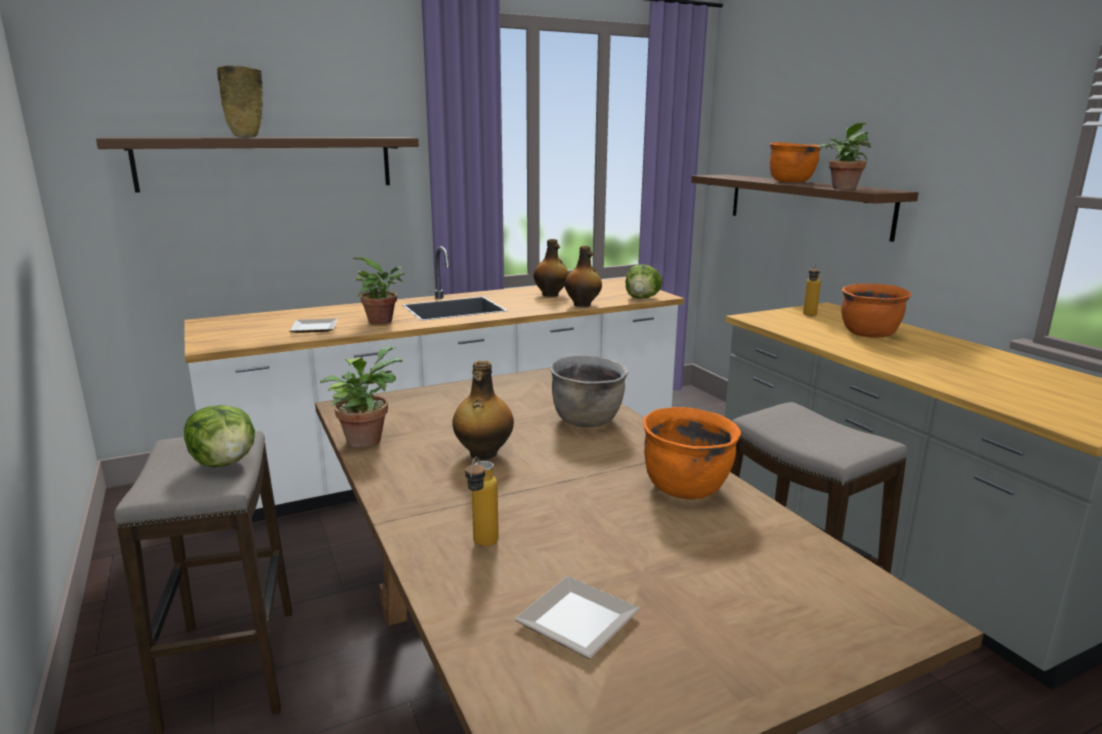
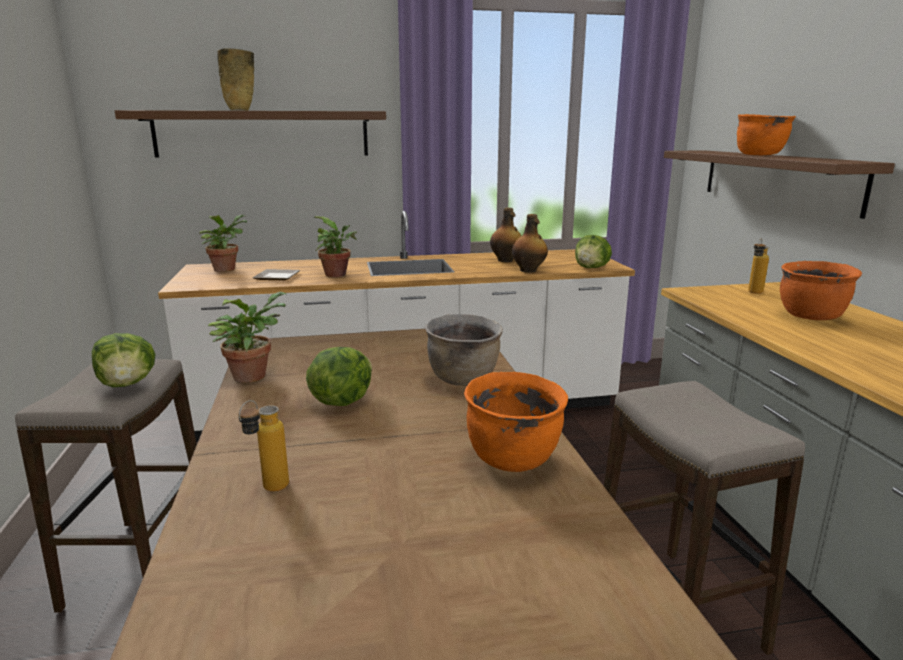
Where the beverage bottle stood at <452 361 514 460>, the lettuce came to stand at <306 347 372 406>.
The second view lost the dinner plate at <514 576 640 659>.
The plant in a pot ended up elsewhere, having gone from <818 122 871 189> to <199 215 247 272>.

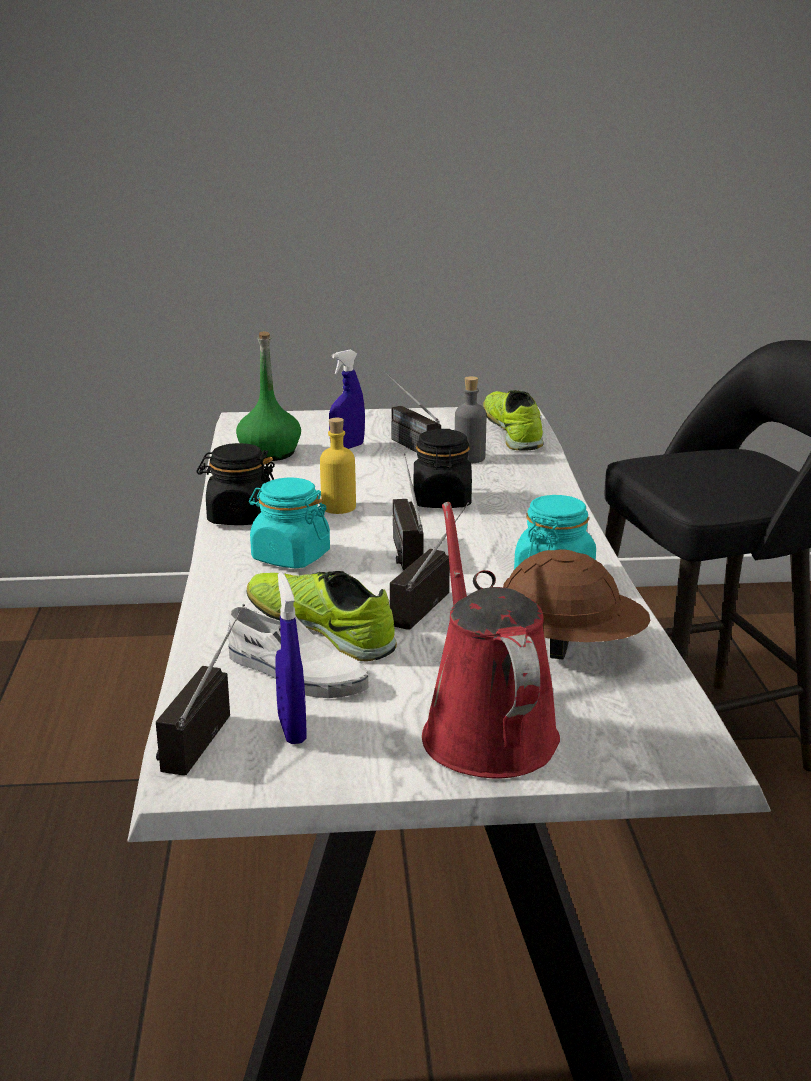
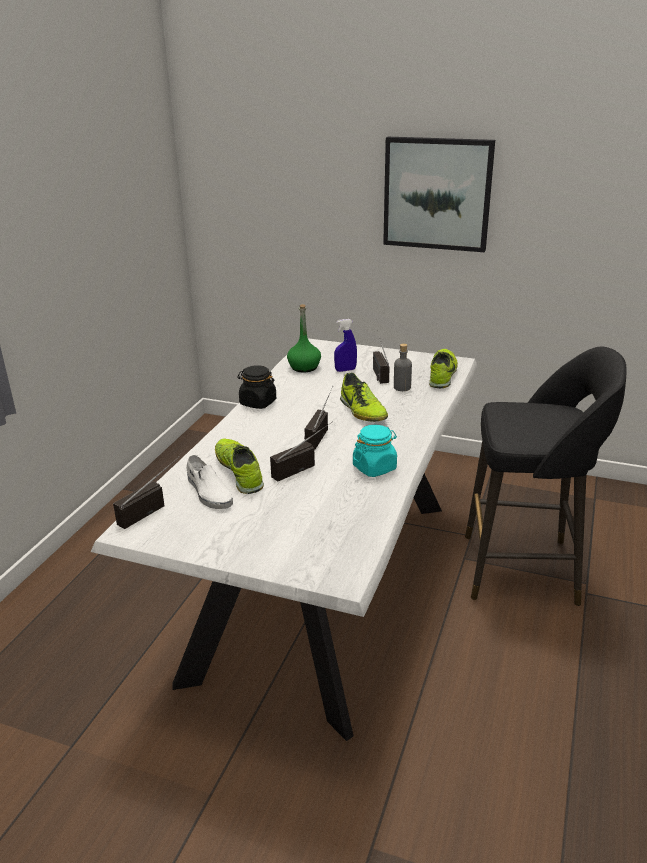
The second view lost the jar in turquoise at <249 477 330 568>.
The second view lost the sprayer in blue-coloured at <275 572 307 744>.
The second view lost the beverage bottle in yellow-coloured at <320 418 356 514>.
Where the jar in blackish stood at <414 429 472 508>, the shoe came to stand at <340 373 388 422>.
The second view lost the sprinkling can in reddish at <422 502 560 779>.
The second view lost the hard hat in brown-coloured at <503 549 650 660>.
The second view gained the wall picture at <383 137 495 252>.

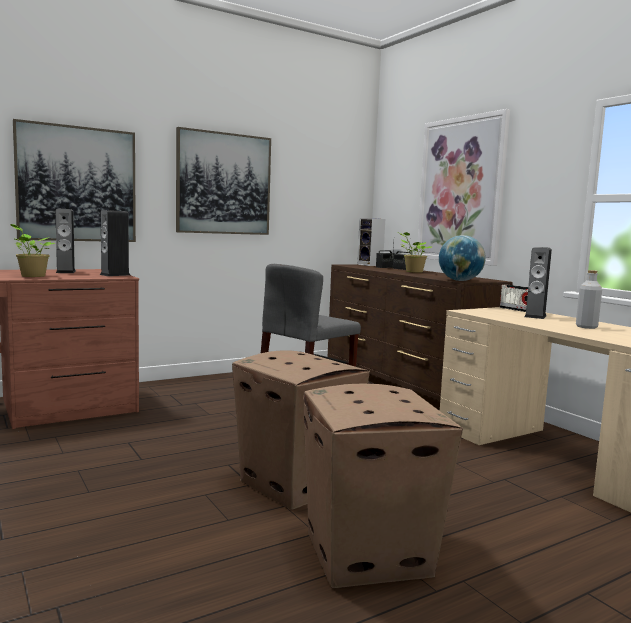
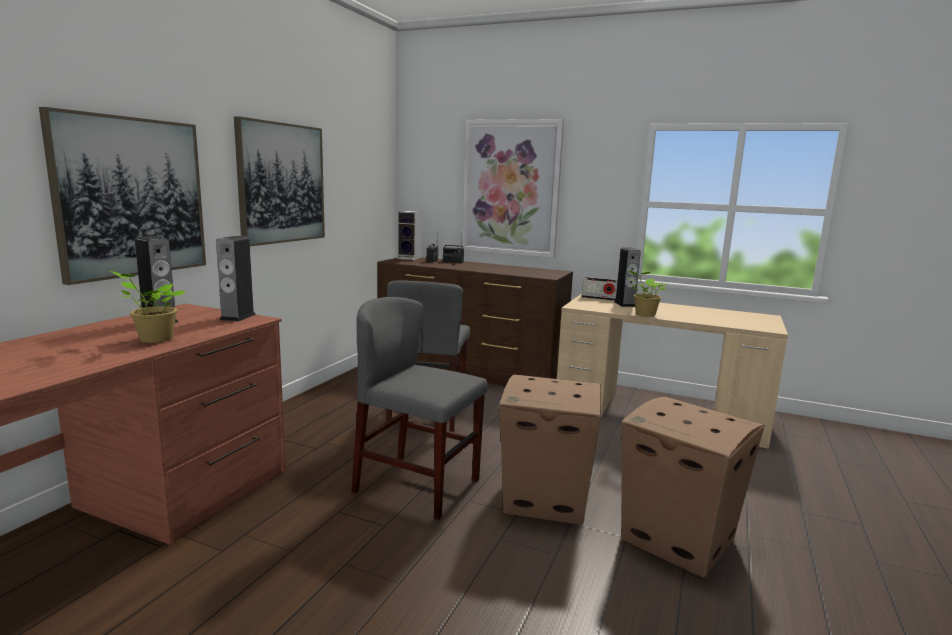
The plant in a pot ended up elsewhere, having gone from <399 232 432 273> to <626 270 667 317>.
The second view lost the globe at <439 235 486 281>.
The second view lost the beverage bottle in greyish at <576 270 602 329>.
The second view gained the upright chair in greyish at <352 297 487 520>.

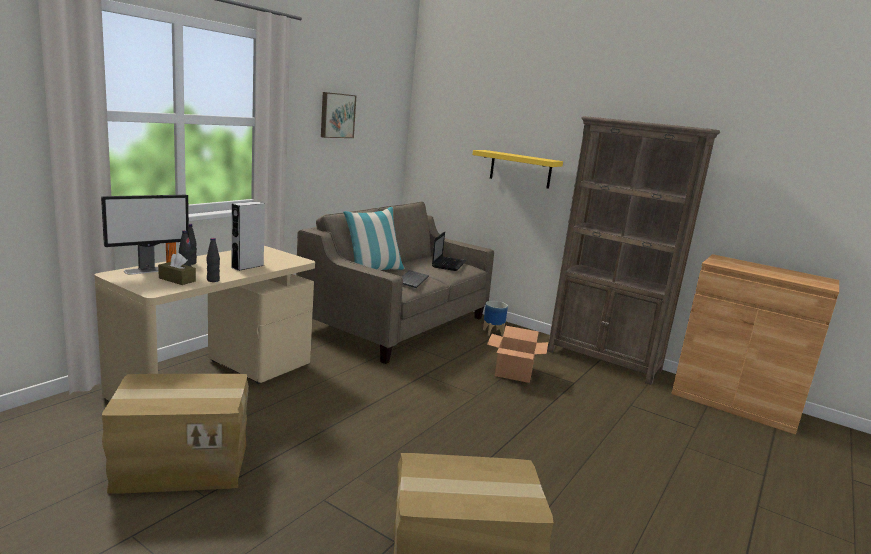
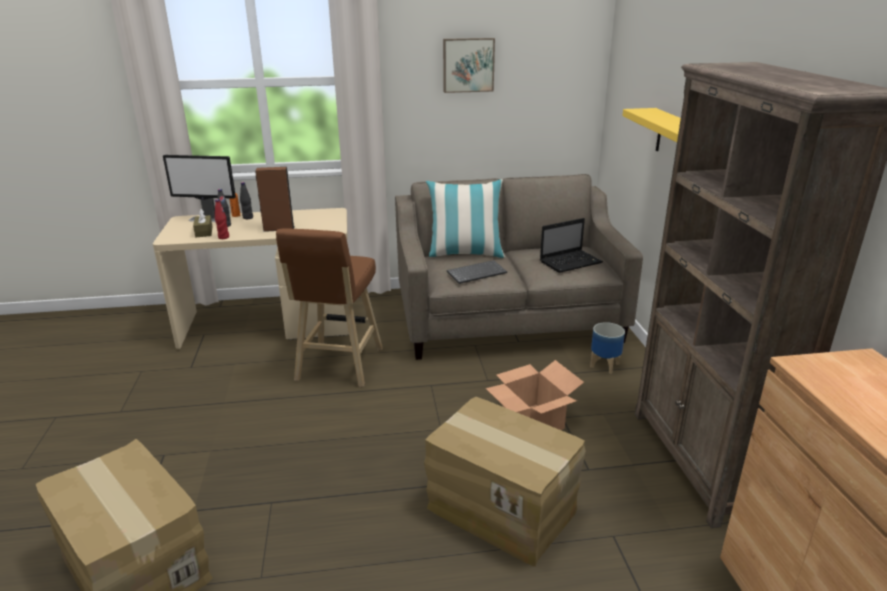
The cardboard box ended up elsewhere, having gone from <102 374 249 494> to <424 397 586 567>.
What was the beverage bottle in blackish at <206 238 220 282> turned into the beverage bottle in reddish at <215 199 229 239>.
What was the loudspeaker in greyish at <232 201 265 271> turned into the loudspeaker in brown-coloured at <255 167 295 232>.
The second view gained the sitting stool in brown-coloured at <276 228 383 387>.

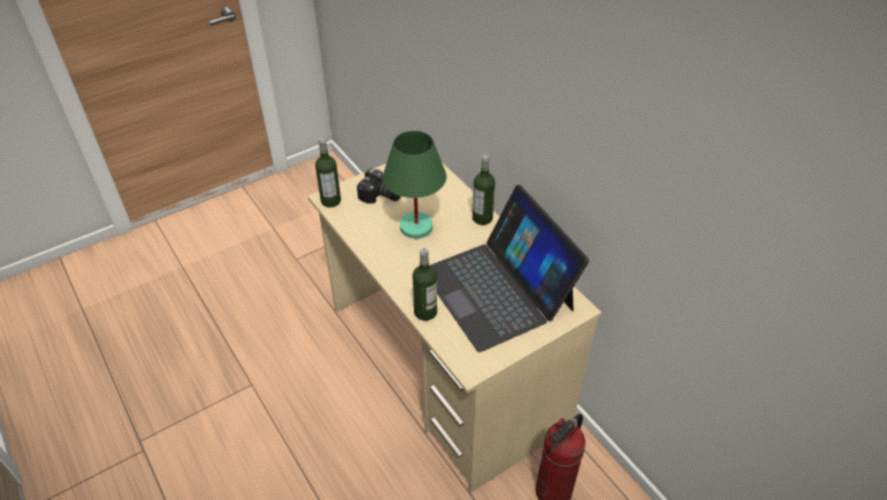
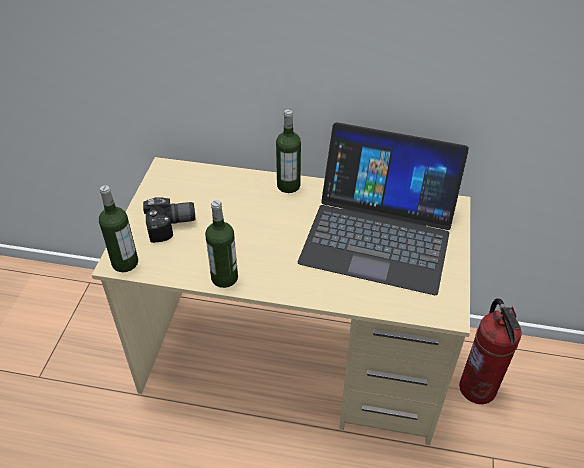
The second view lost the lamp for a table in green-coloured at <383 131 447 239>.
The beverage bottle ended up elsewhere, having gone from <413 248 437 321> to <205 200 238 288>.

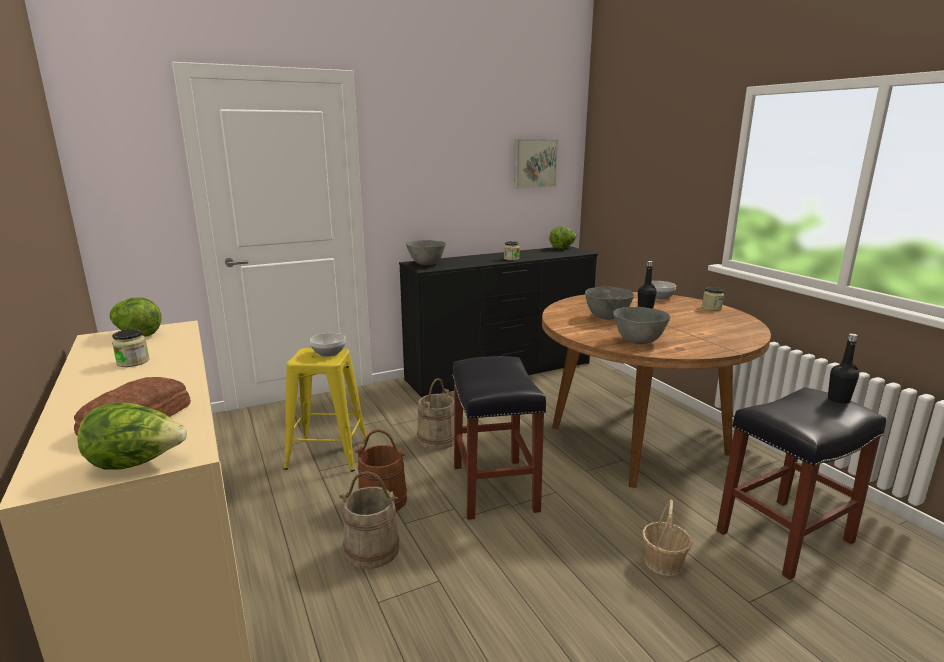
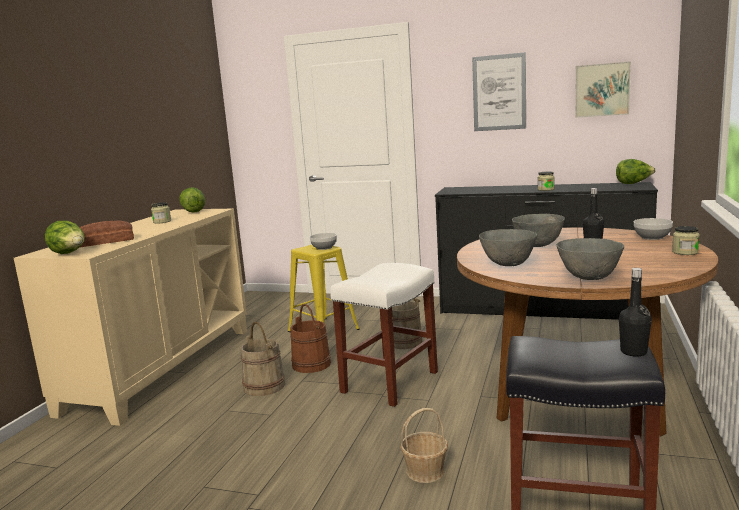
The deep dish in greyish ended up elsewhere, having gone from <406 240 446 265> to <557 238 624 280>.
What was the sitting stool in blackish at <452 356 547 520> turned into the sitting stool in white-coloured at <330 263 438 407>.
The second view gained the wall picture at <472 52 526 131>.

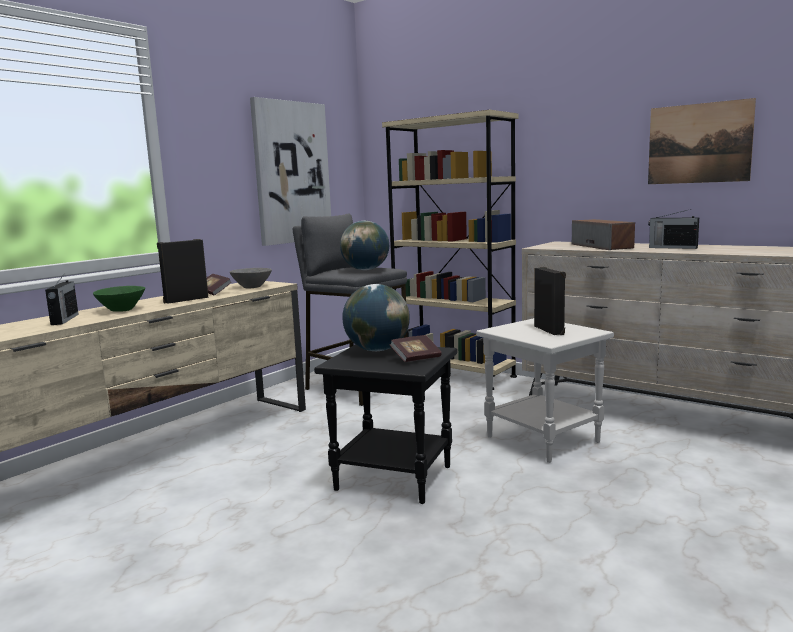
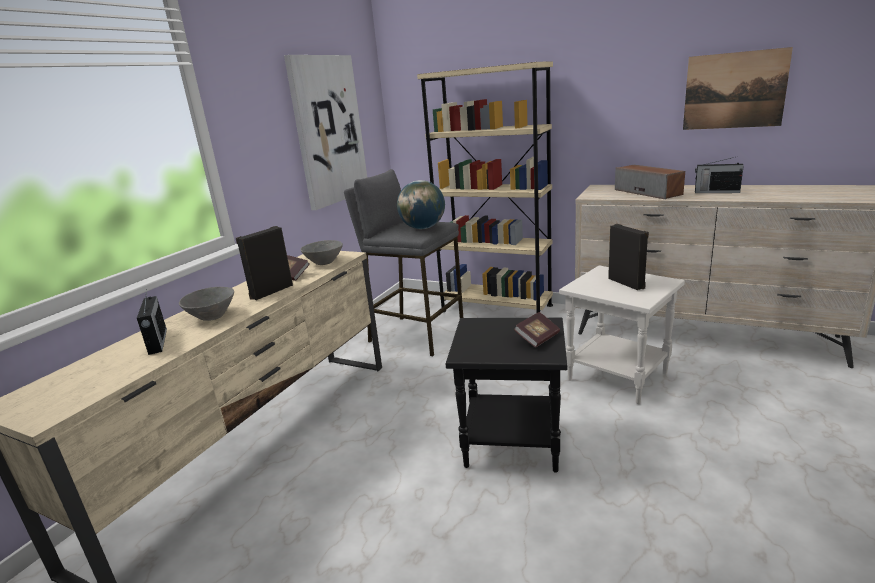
What was the deep dish in green-coloured at <93 286 145 312> turned into the deep dish in greyish at <179 287 234 321>.
The second view lost the globe at <342 284 410 351>.

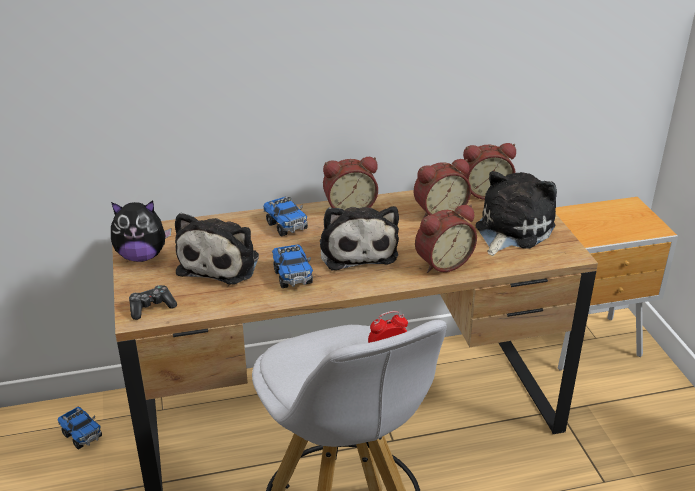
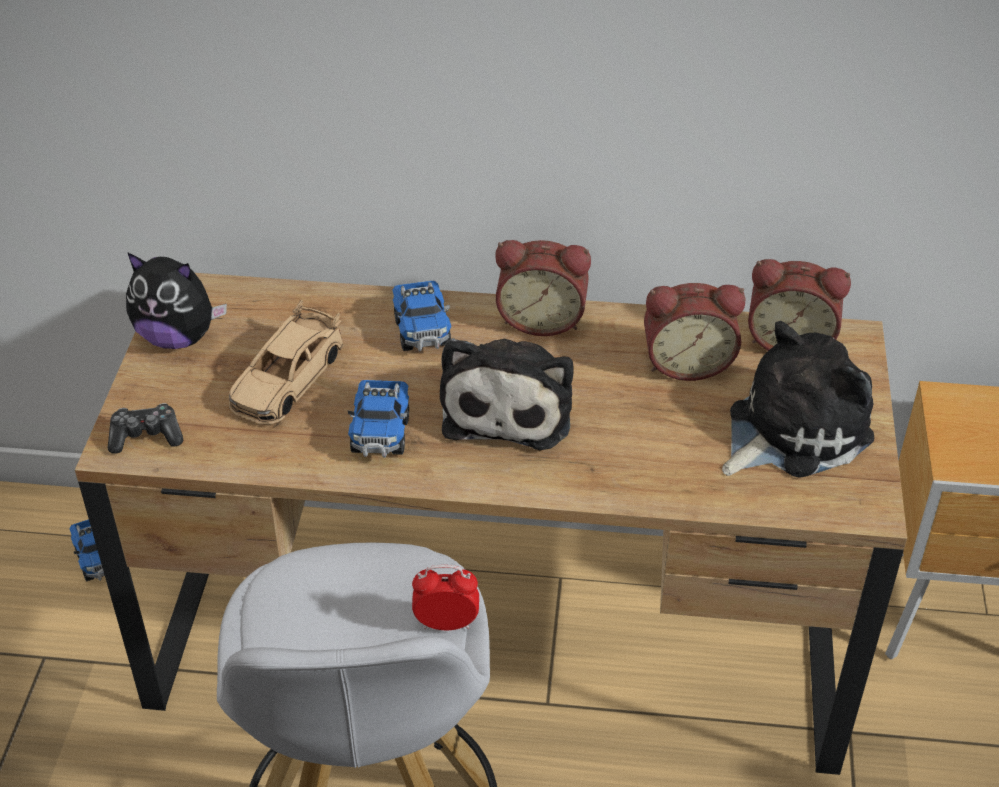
Where the plush toy stood at <175 212 259 285>, the miniature car in sand-coloured came to stand at <228 300 345 424>.
The second view lost the bedside clock at <415 204 477 273>.

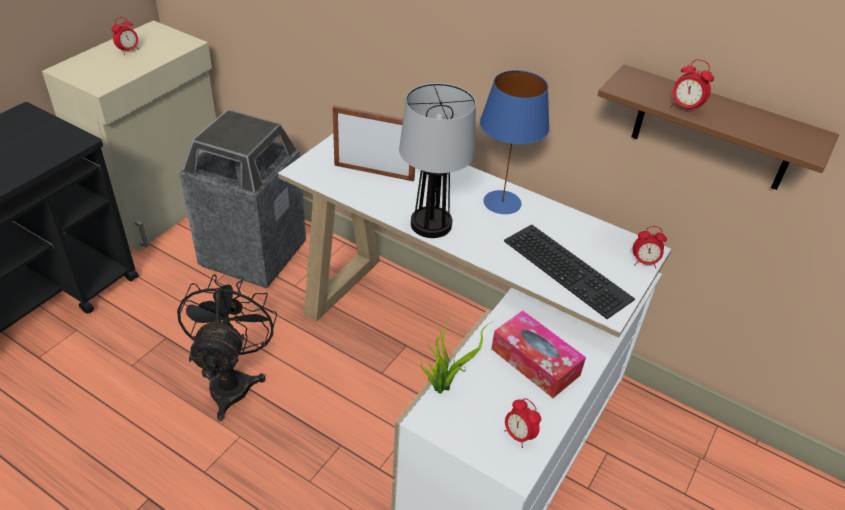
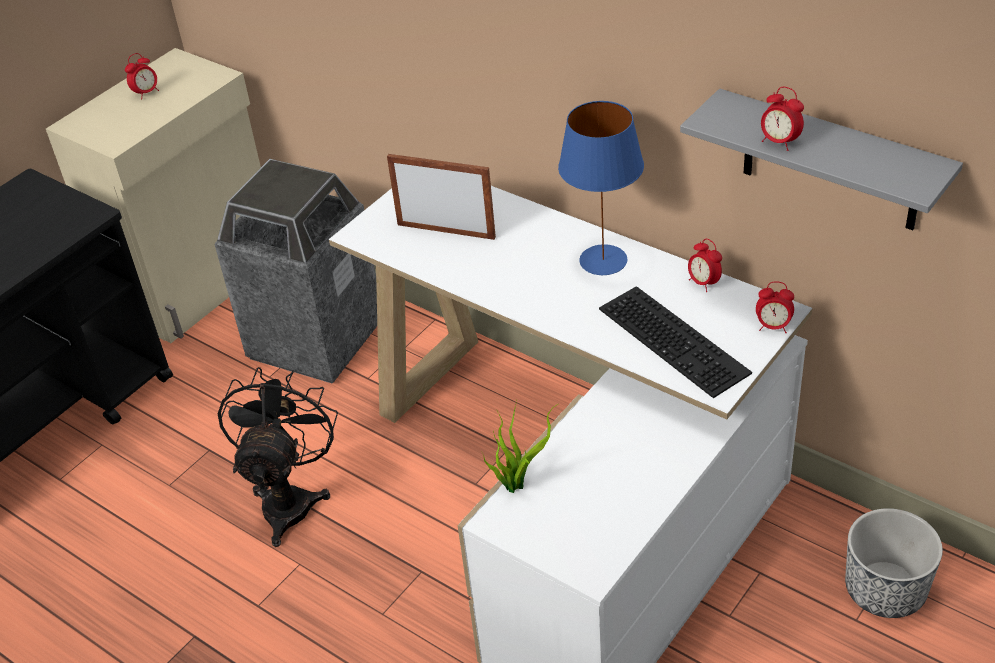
The second view lost the lamp for a table at <399 83 476 238>.
The second view lost the box of tissues at <491 311 586 398>.
The bedside clock ended up elsewhere, having gone from <504 398 541 448> to <688 239 722 292>.
What was the bracket shelf in brown-coloured at <598 65 839 190> turned into the bracket shelf in greyish at <680 89 963 230>.
The second view gained the flower pot at <845 508 943 618>.

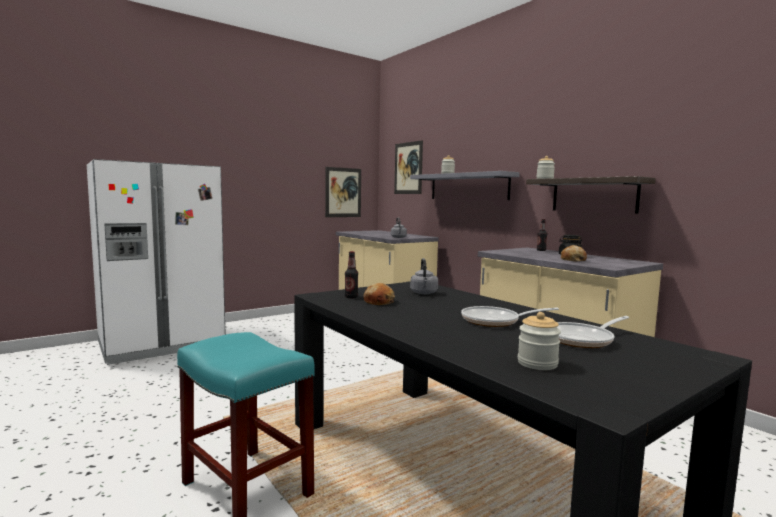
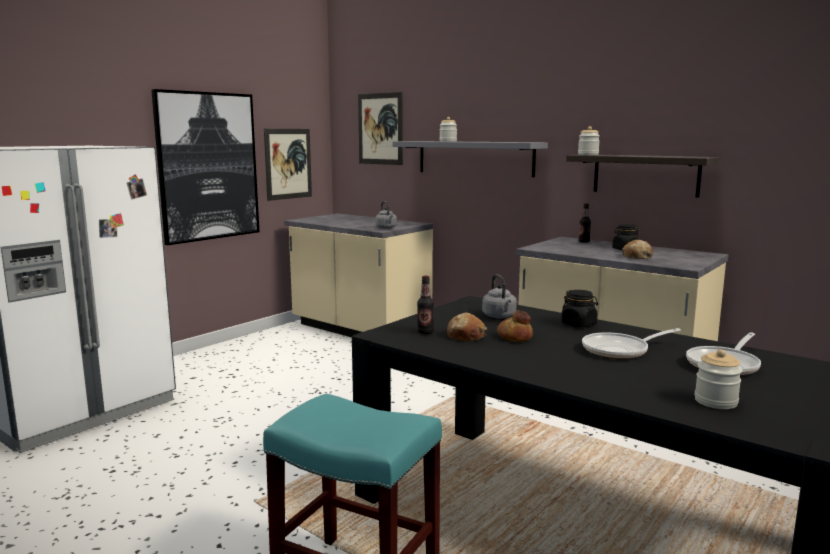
The second view gained the wall picture at <151 89 259 245>.
The second view gained the bread at <497 310 533 342>.
The second view gained the jar in blackish at <561 290 598 327>.

